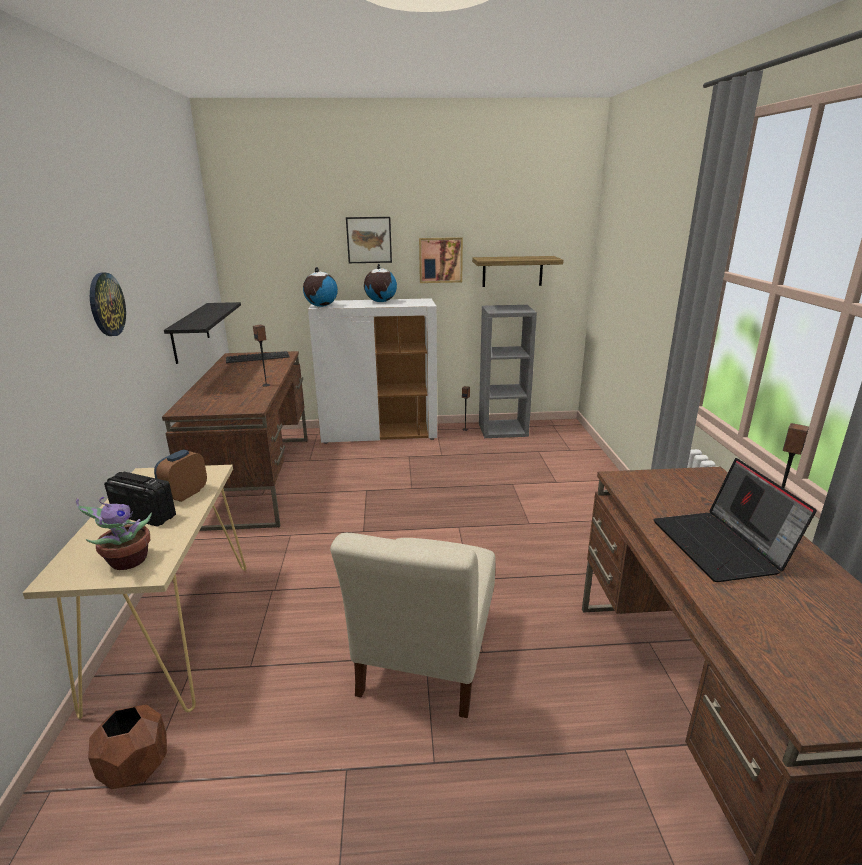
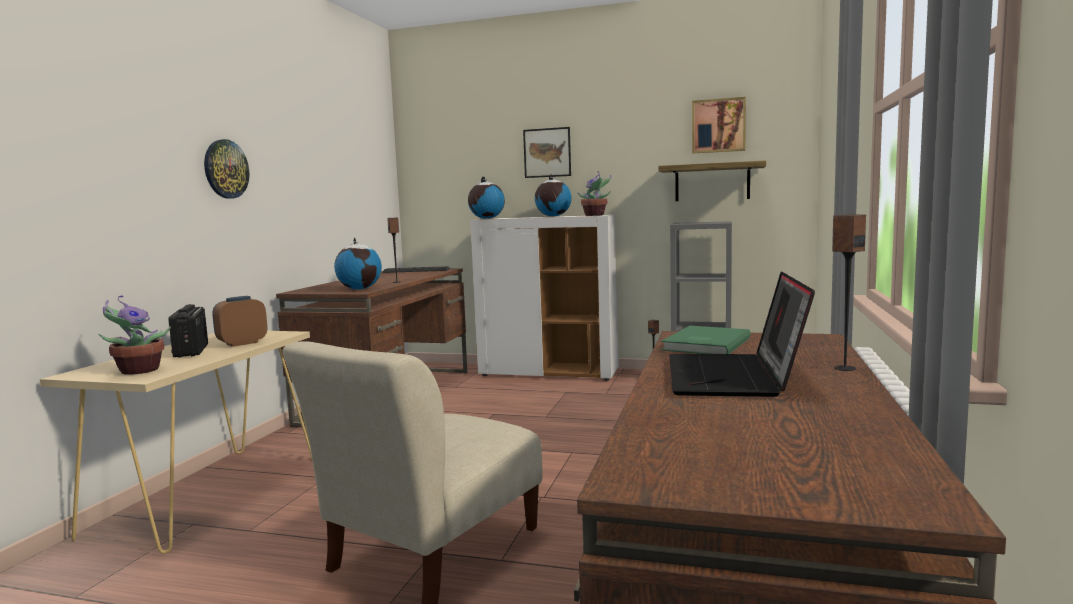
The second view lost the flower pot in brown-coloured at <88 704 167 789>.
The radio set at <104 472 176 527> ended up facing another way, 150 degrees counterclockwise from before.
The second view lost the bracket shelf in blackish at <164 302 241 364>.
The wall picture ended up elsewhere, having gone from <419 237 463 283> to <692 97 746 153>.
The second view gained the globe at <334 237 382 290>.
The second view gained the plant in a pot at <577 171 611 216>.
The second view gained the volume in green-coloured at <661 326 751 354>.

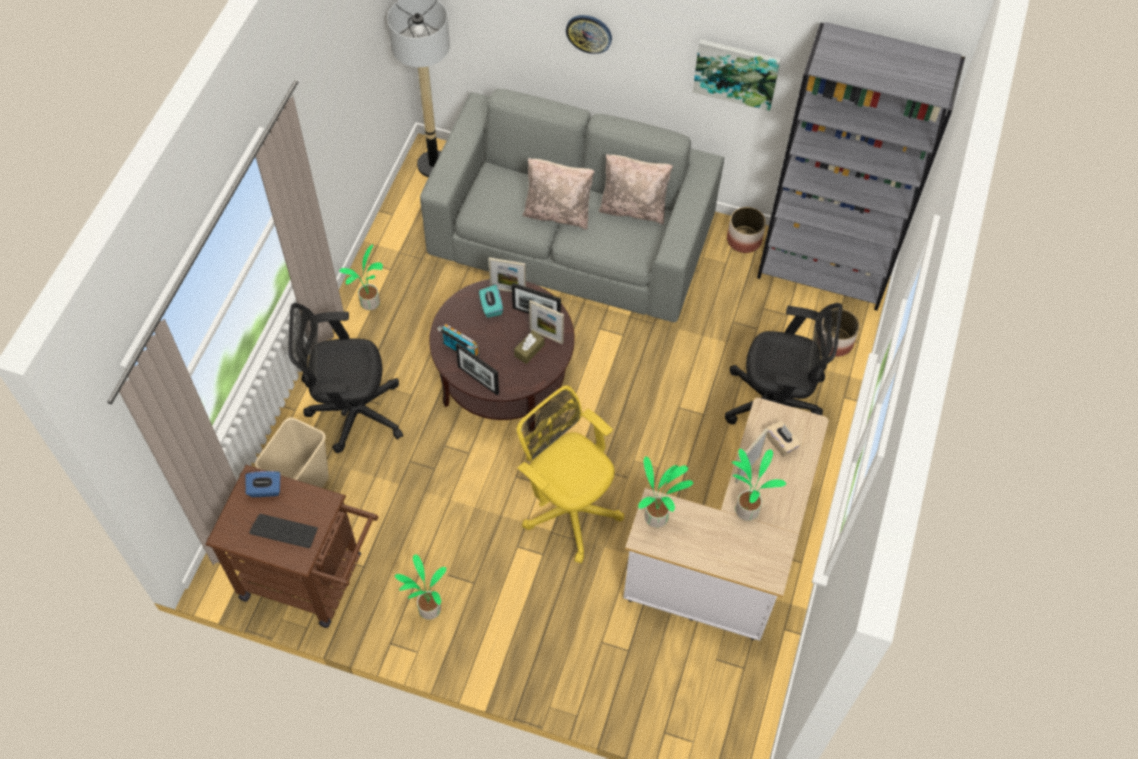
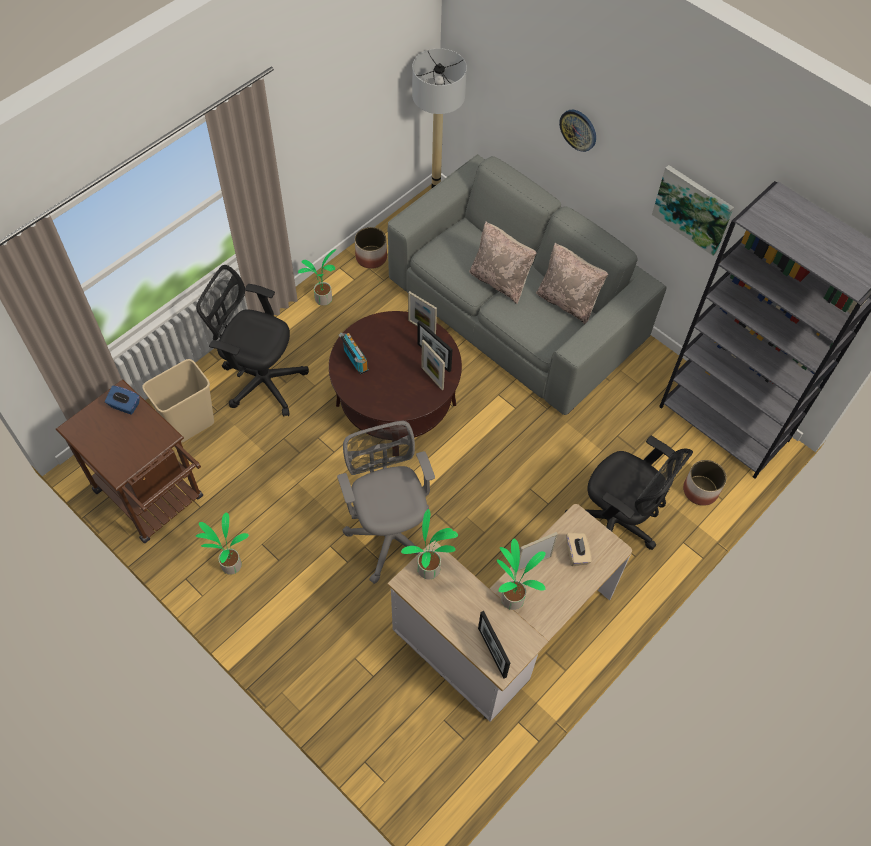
The second view lost the keyboard at <249 514 318 548>.
The photo frame ended up elsewhere, having gone from <456 343 499 395> to <478 611 510 679>.
The second view lost the box of tissues in turquoise at <479 285 503 318>.
The second view lost the box of tissues in brown-coloured at <514 330 545 364>.
What was the computer chair in yellow-coloured at <517 385 624 563> turned into the computer chair in greyish at <337 421 435 584>.
The flower pot ended up elsewhere, having gone from <727 207 766 253> to <355 227 387 269>.

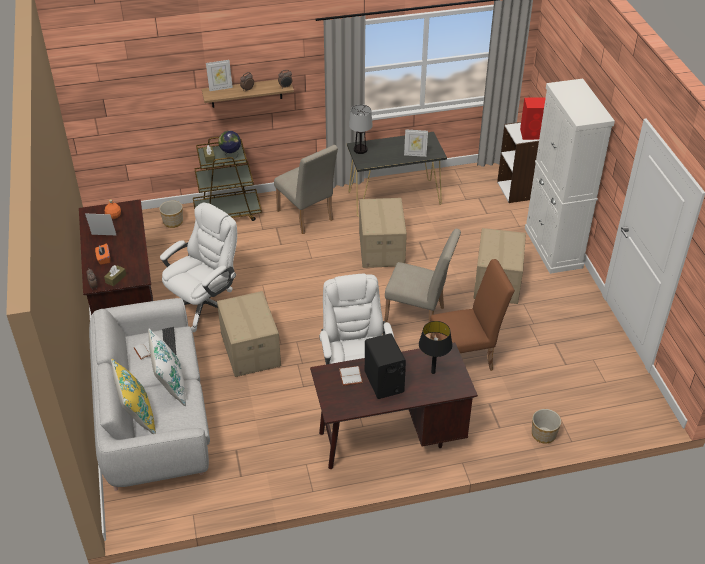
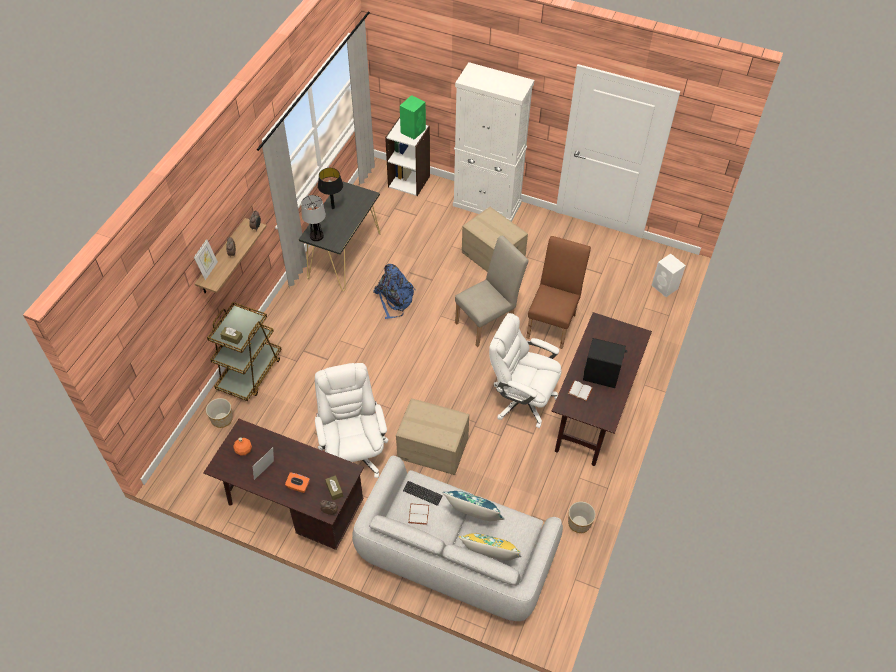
What was the pillow in white-coloured at <148 329 186 406> turned into the pillow in blue-coloured at <442 491 504 521>.
The second view lost the globe at <218 131 241 159>.
The second view lost the upright chair in sand-coloured at <274 145 338 234>.
Where the cardboard box stood at <359 198 407 268>, the knapsack in blue-coloured came to stand at <373 264 416 319>.
The second view lost the photo frame at <404 129 428 157>.
The lamp for a table in blackish ended up elsewhere, having gone from <419 321 453 374> to <318 168 343 209>.
What was the loudspeaker in reddish at <520 97 546 140> turned into the loudspeaker in green-coloured at <400 95 426 140>.
The flower pot ended up elsewhere, having gone from <532 409 561 443> to <568 501 596 533>.
The second view gained the loudspeaker in white-coloured at <652 254 686 297>.

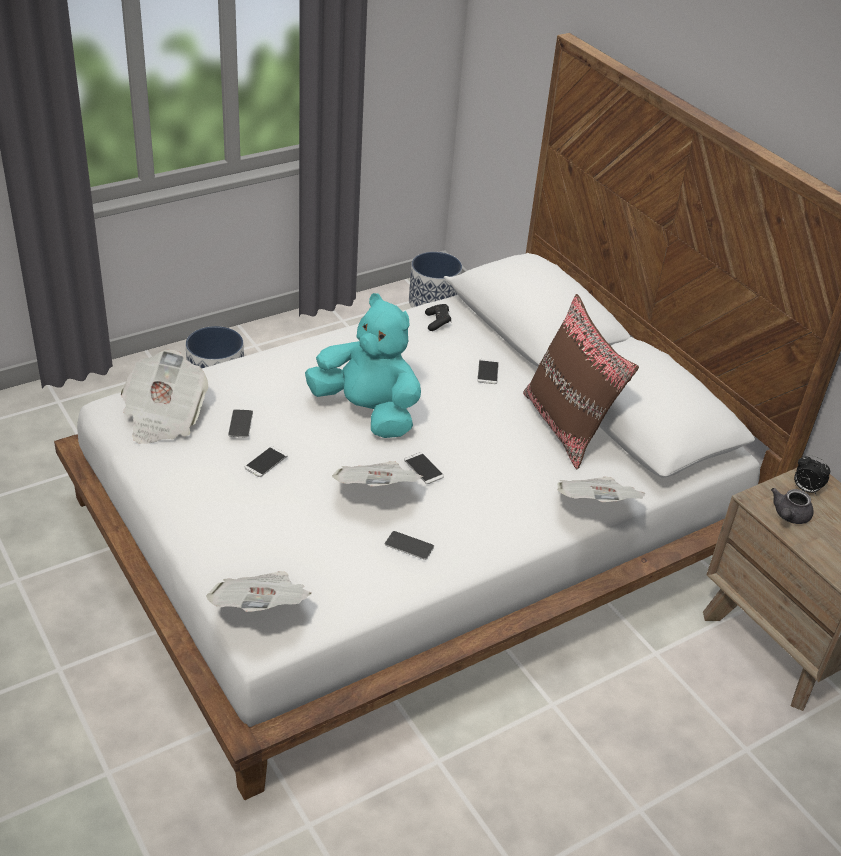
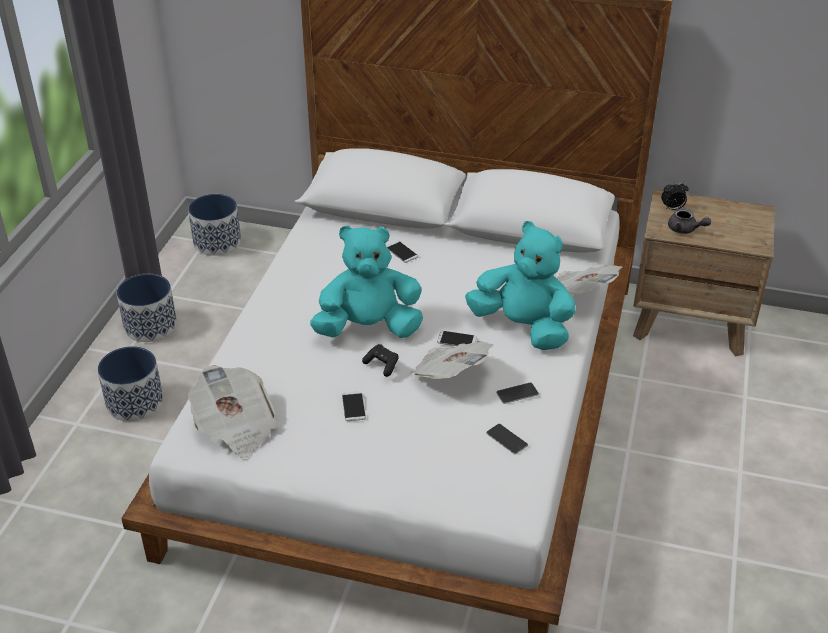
The second view lost the newspaper at <206 571 312 612>.
The handset ended up elsewhere, having gone from <228 409 253 438> to <486 424 528 454>.
The game controller in blackish ended up elsewhere, having gone from <425 304 451 331> to <362 344 398 377>.
The second view lost the pillow in brown-coloured at <523 294 639 470>.
The tea pot in greyish at <771 488 814 524> ended up facing another way, 45 degrees counterclockwise from before.
The second view gained the flower pot at <117 274 177 342>.
The second view gained the plush toy in turquoise at <465 221 576 350>.

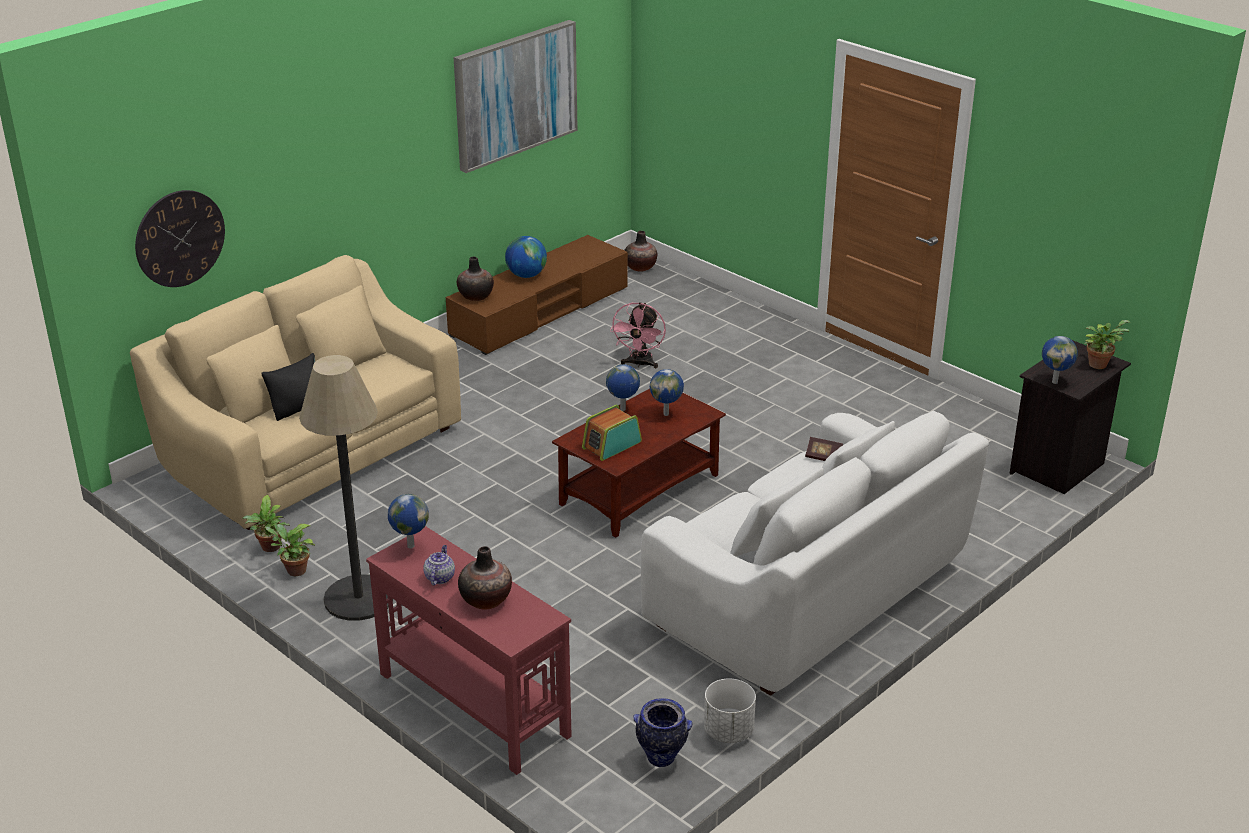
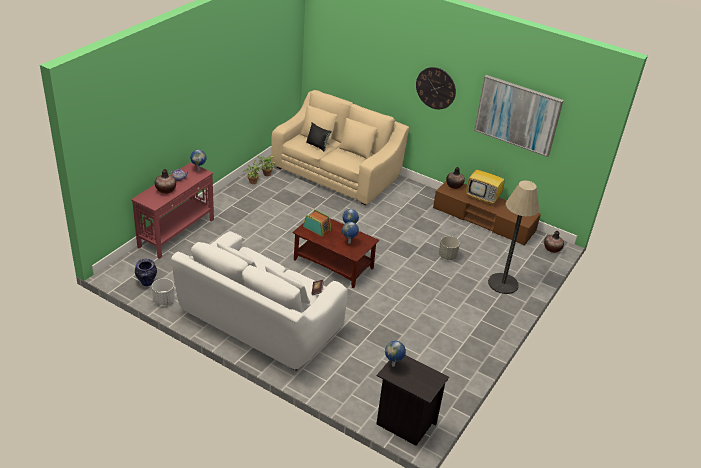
The clock on the wall ended up elsewhere, having gone from <135 190 225 287> to <416 67 456 109>.
The standing lamp ended up elsewhere, having gone from <299 355 393 621> to <488 181 539 294>.
Where the globe stood at <505 236 547 278>, the TV came to stand at <466 164 504 205>.
Where the electric fan in pink-coloured stood at <610 302 666 368>, the flower pot in greyish came to stand at <439 236 460 260>.
The second view lost the plant in a pot at <1085 320 1130 369>.

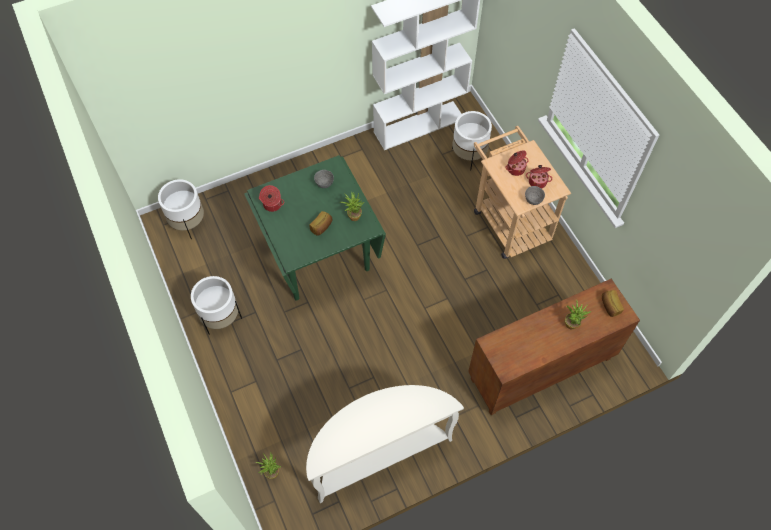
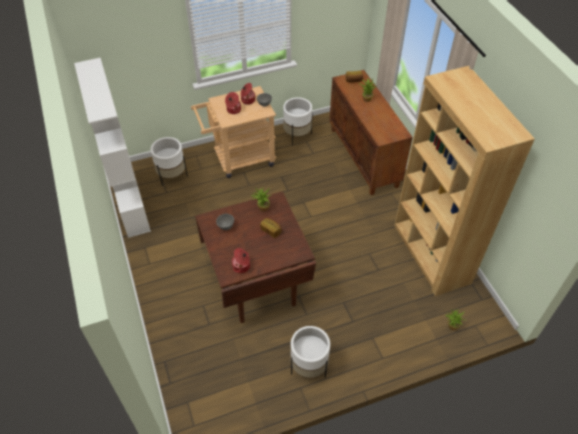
The flower pot in white-coloured ended up elsewhere, having gone from <158 179 204 239> to <283 97 312 145>.
What was the dinner table in green-coloured at <244 155 386 301> turned into the dinner table in brown-coloured at <195 191 316 323>.
Where the hall table in white-coloured stood at <306 385 464 503>, the bookcase in brown-coloured came to stand at <394 66 535 296>.

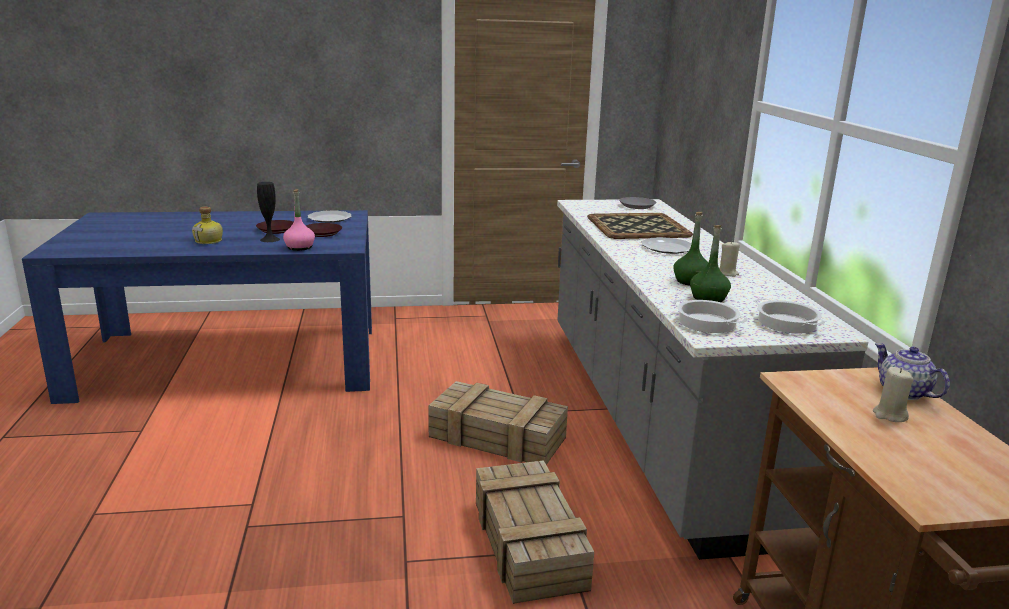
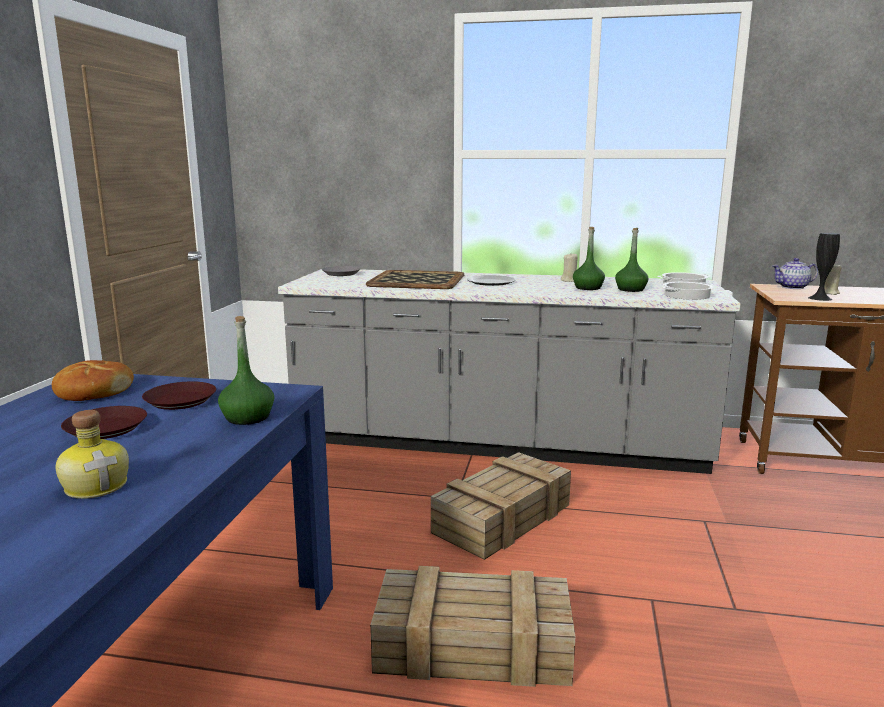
The flower vase in blackish ended up elsewhere, having gone from <257 182 280 242> to <808 233 840 301>.
What was the beverage bottle in pink-coloured at <283 189 315 251> turned into the beverage bottle in green-coloured at <218 316 274 425>.
Where the dinner plate stood at <308 210 352 223>, the bread came to stand at <52 360 134 401>.
The crate ended up elsewhere, having gone from <476 460 594 604> to <370 566 575 687>.

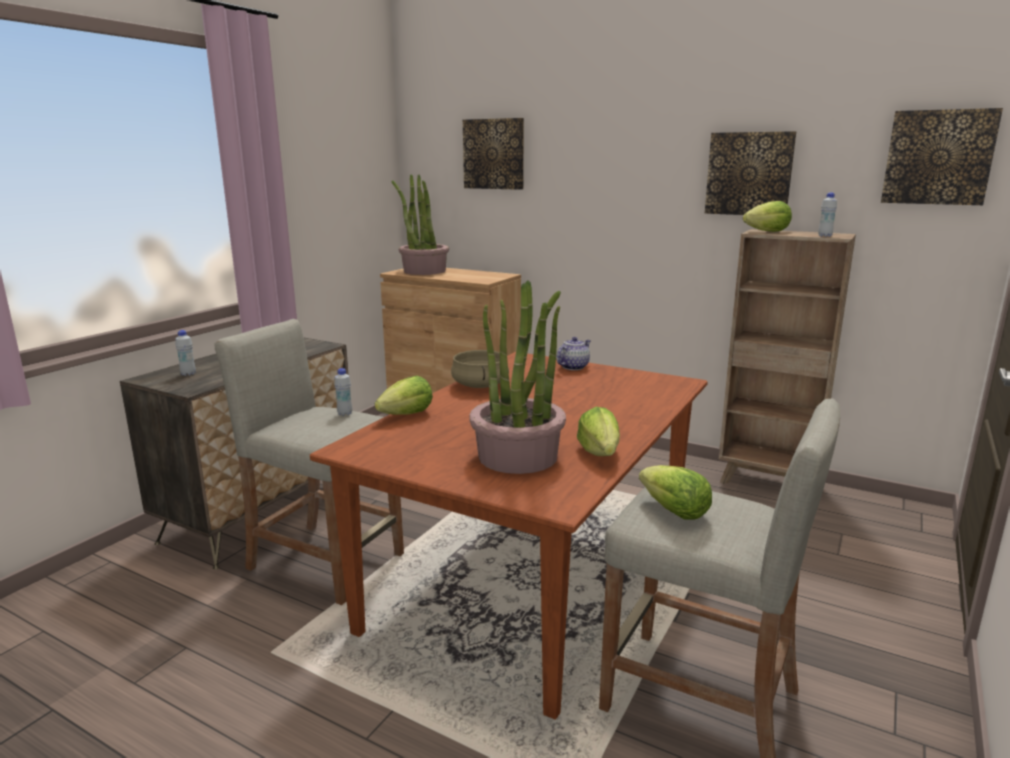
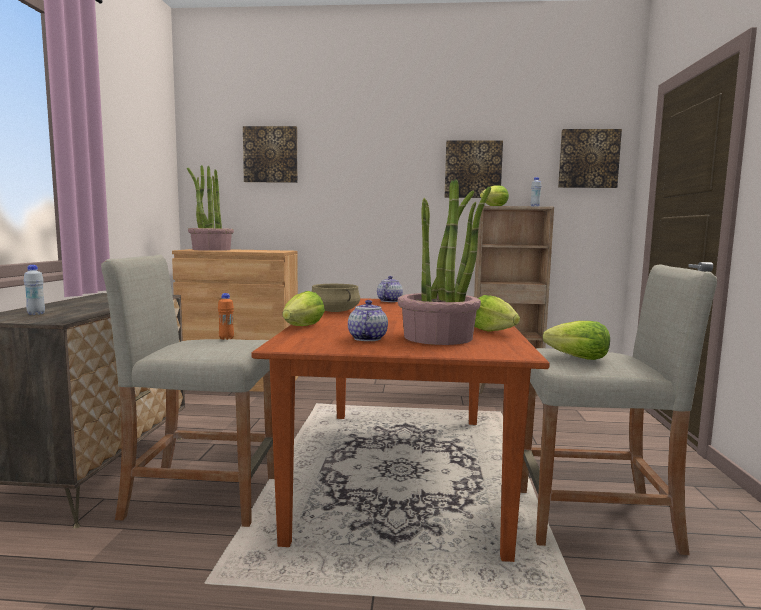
What was the beverage bottle in white-coloured at <334 368 352 416> turned into the beverage bottle in orange at <218 293 234 340>.
The second view gained the tea pot at <348 300 388 341>.

